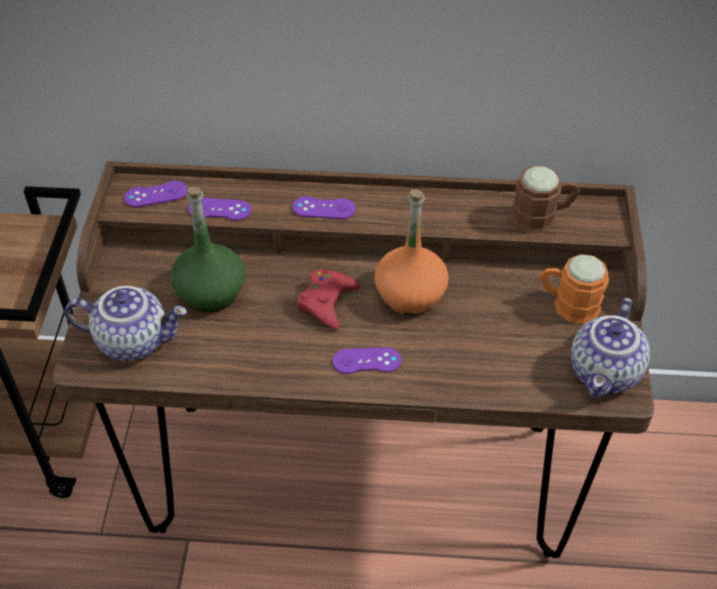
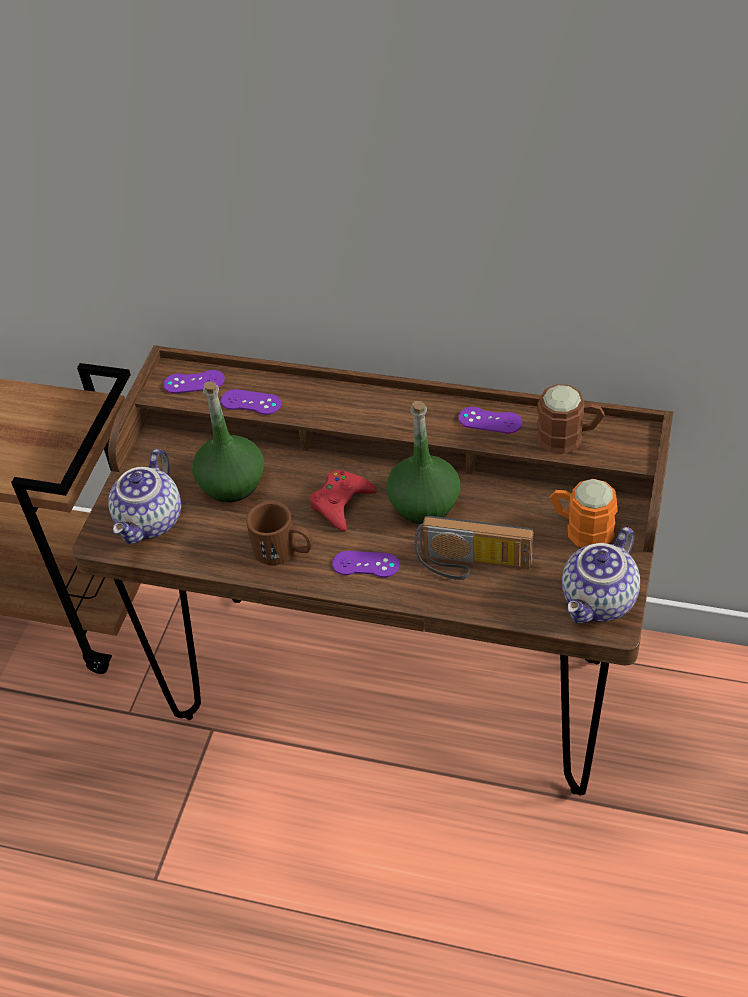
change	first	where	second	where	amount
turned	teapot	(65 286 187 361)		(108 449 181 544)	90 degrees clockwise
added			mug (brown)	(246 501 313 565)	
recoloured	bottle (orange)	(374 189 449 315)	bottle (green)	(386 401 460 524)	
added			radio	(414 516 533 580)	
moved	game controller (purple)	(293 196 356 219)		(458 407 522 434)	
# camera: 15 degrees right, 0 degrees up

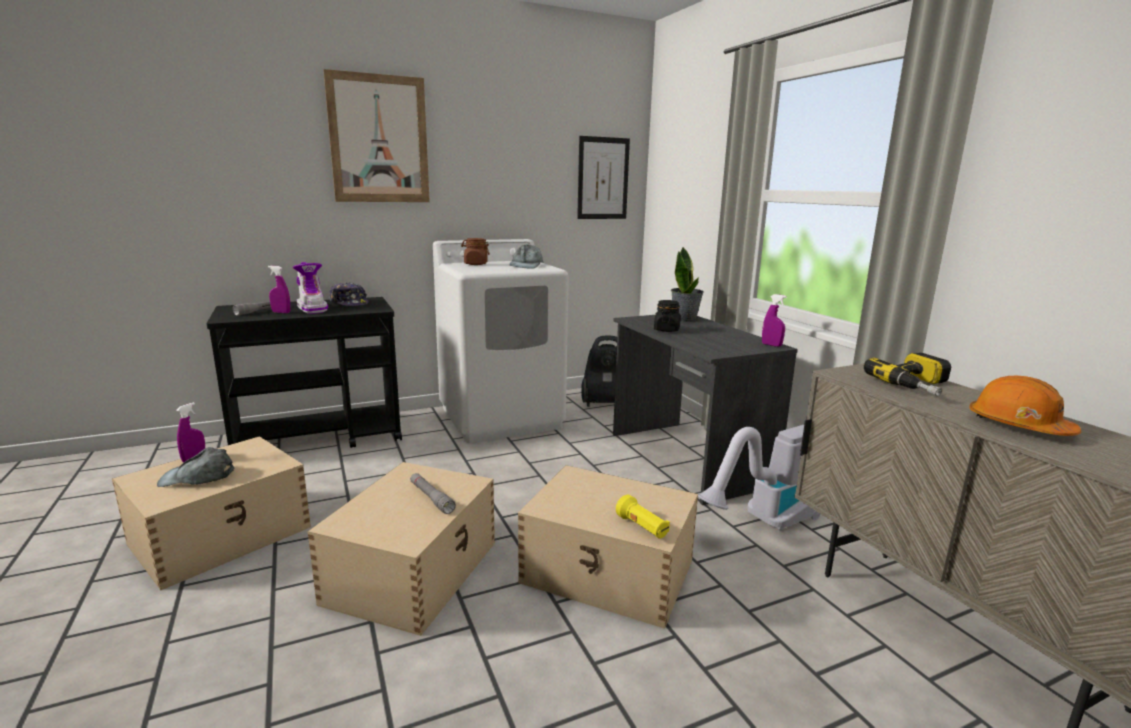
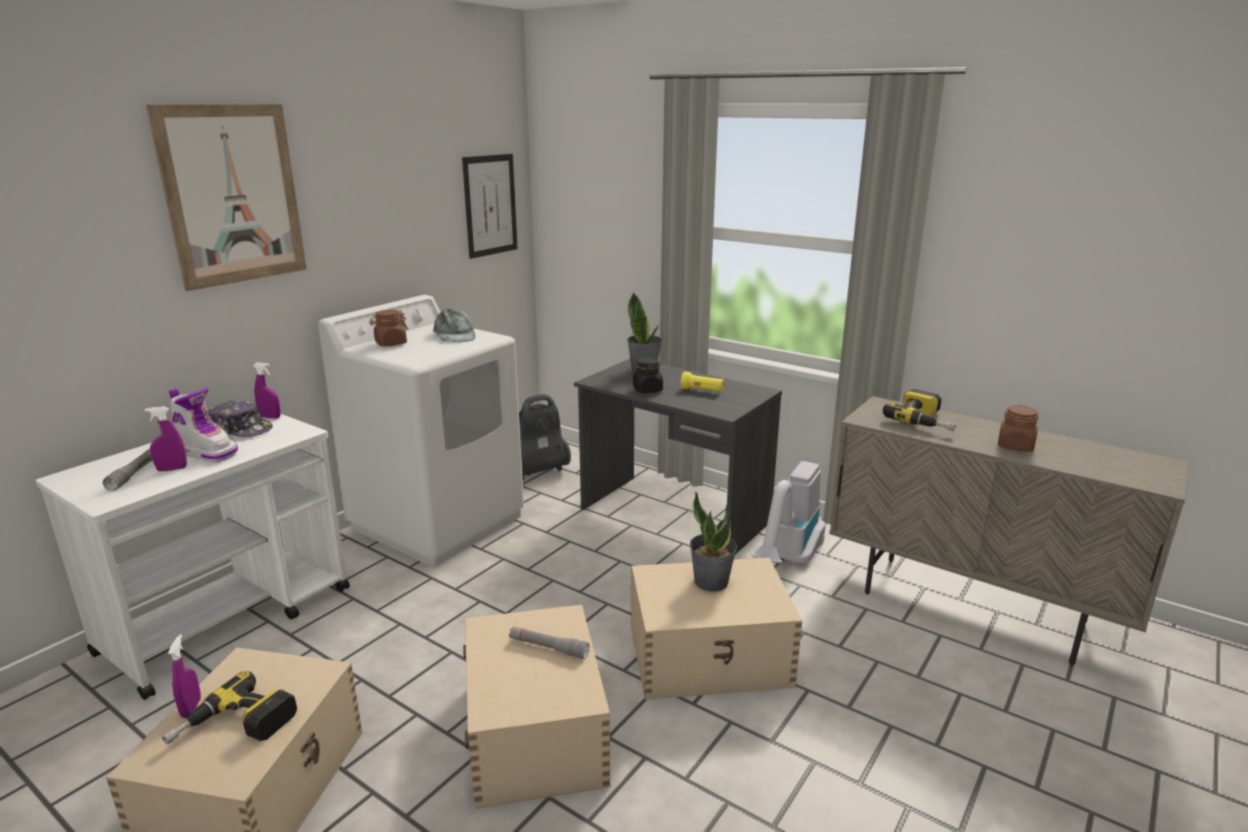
change	first	where	second	where	amount
recoloured	cart (black)	(206 297 402 448)	cart (white)	(35 414 350 700)	
replaced	cap (grey)	(157 447 234 487)	power drill	(162 671 297 744)	
moved	spray bottle (purple)	(762 294 787 347)		(253 363 281 419)	
moved	flashlight (yellow)	(616 495 670 539)		(681 372 724 392)	
added			potted plant	(690 491 737 592)	
replaced	hard hat (orange)	(969 375 1081 436)	jar (brown)	(998 405 1038 452)	
# camera: 30 degrees left, 5 degrees up

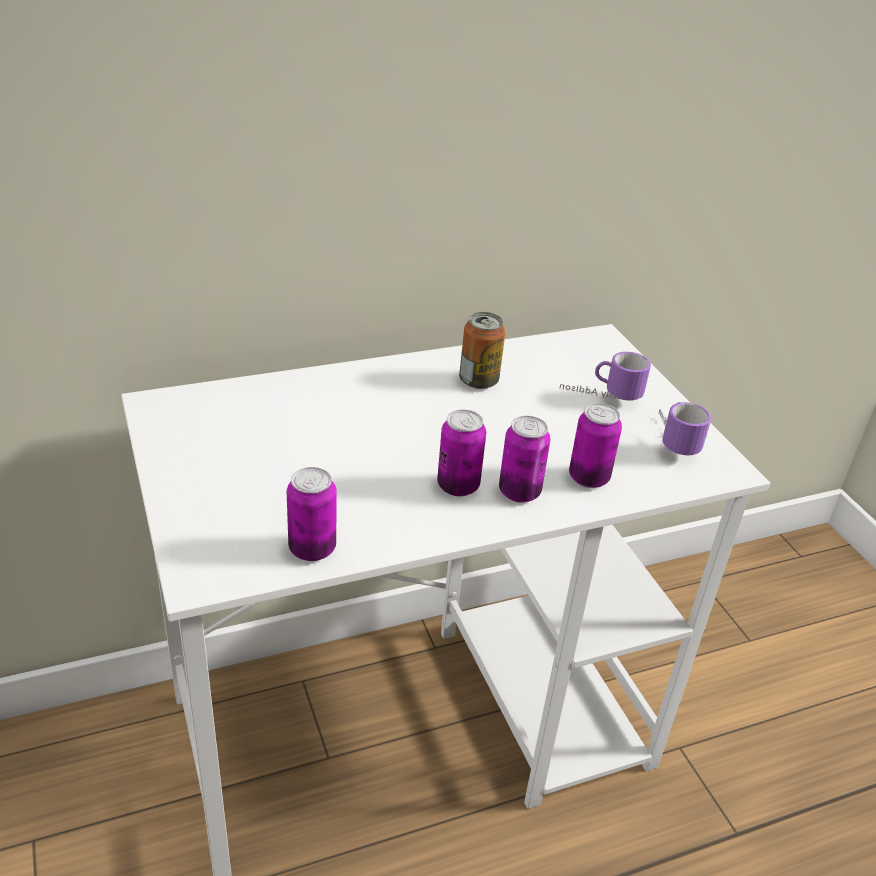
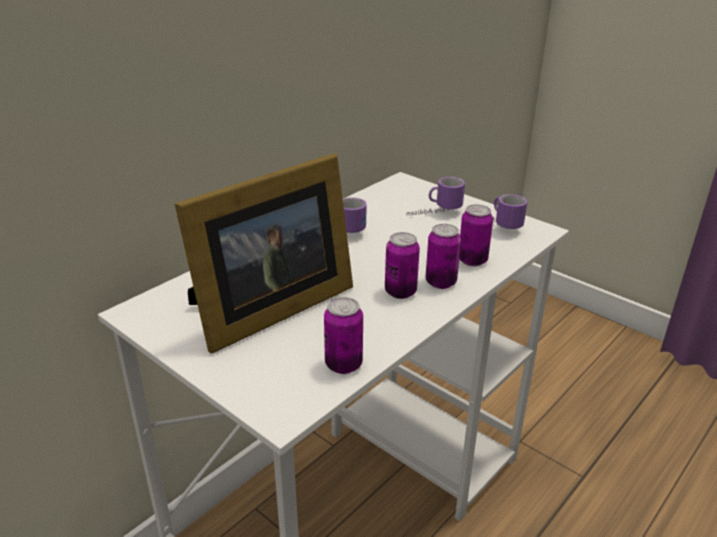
change	first	where	second	where	amount
added			picture frame	(174 154 353 354)	
replaced	can	(459 312 505 389)	mug	(343 197 367 233)	
# camera: 25 degrees left, 5 degrees down

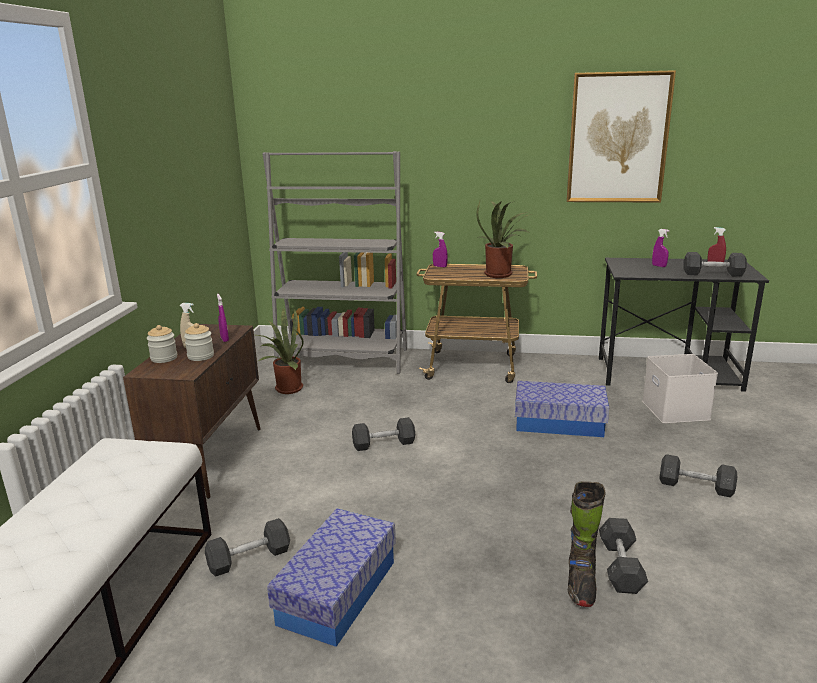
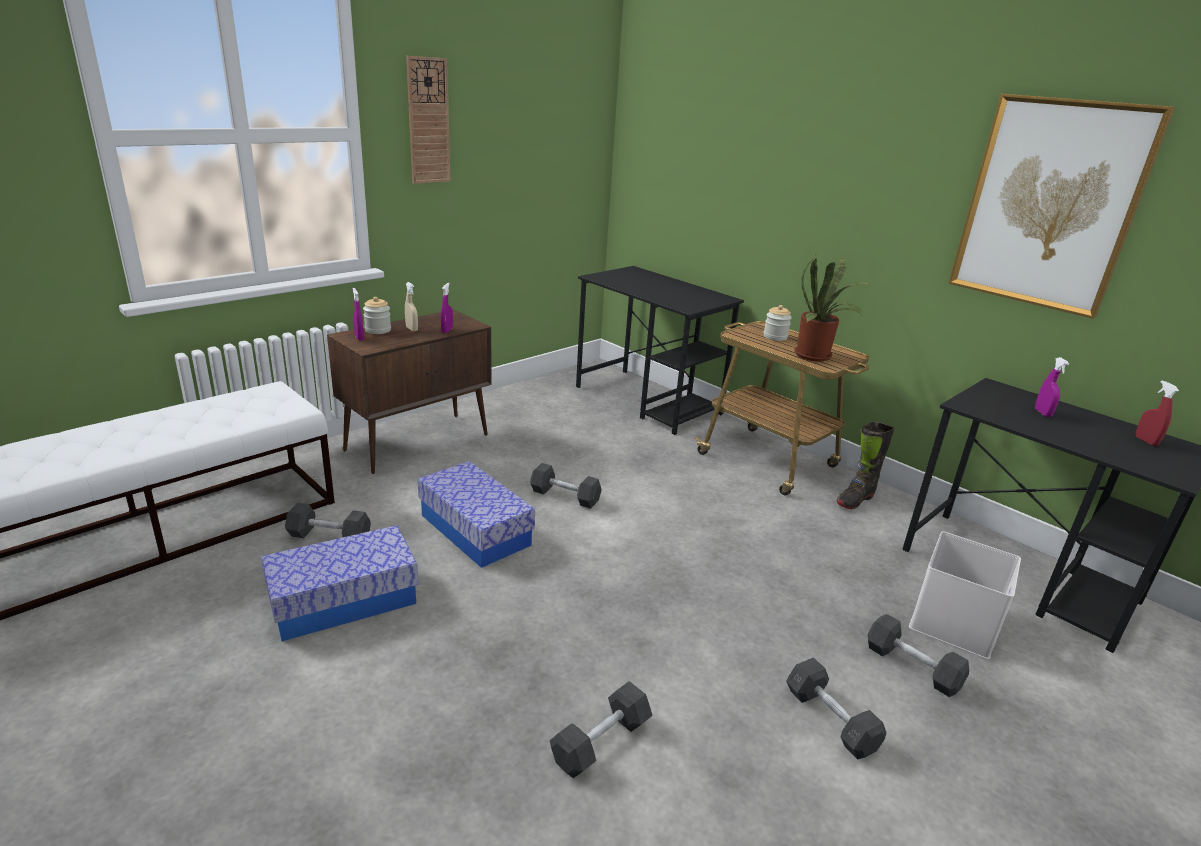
change	first	where	second	where	amount
moved	spray bottle (purple)	(433 232 448 267)		(353 288 364 341)	
added			wall clock	(406 56 450 184)	
moved	storage box	(515 381 609 437)		(418 461 535 568)	
replaced	bookcase (grey)	(262 151 407 374)	desk (black)	(576 266 744 435)	
moved	jar	(184 323 214 361)		(764 305 792 341)	
moved	boot (black)	(568 481 606 607)		(837 421 895 509)	
moved	dumbbell (grey)	(683 252 747 277)		(868 614 969 697)	
removed	potted plant	(256 308 304 394)			
# camera: 35 degrees right, 5 degrees up

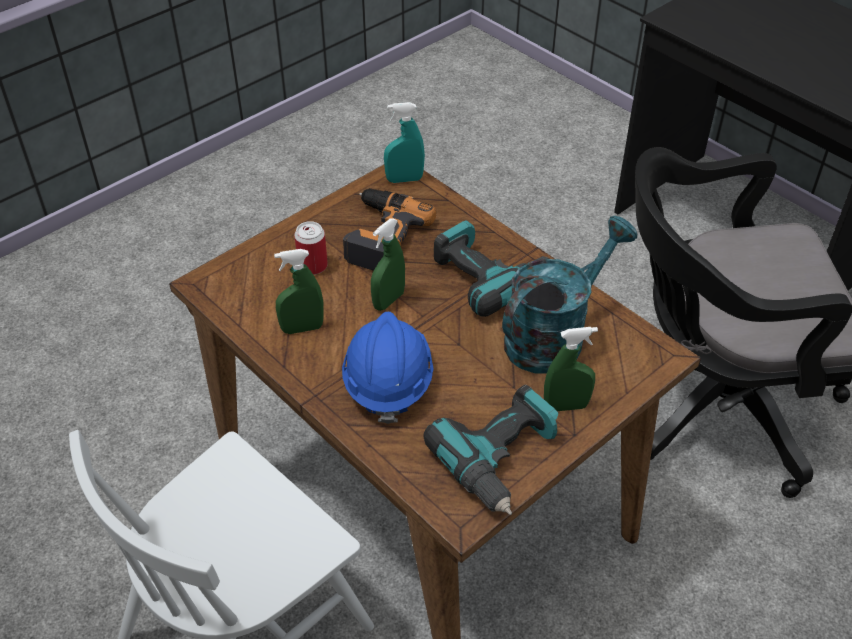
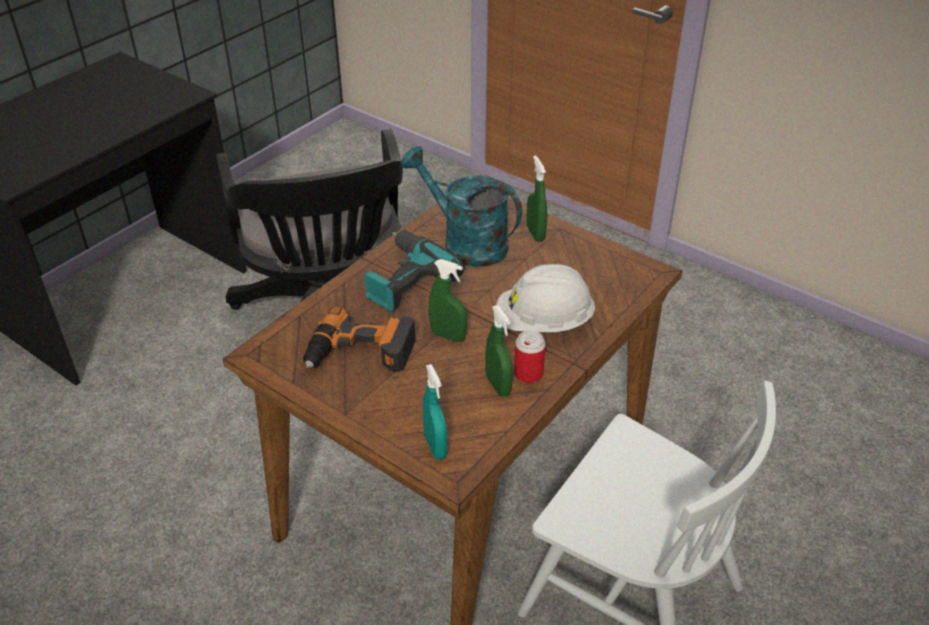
change	first	where	second	where	amount
moved	spray bottle (turquoise)	(384 102 425 183)		(423 364 448 460)	
recoloured	hard hat (blue)	(342 312 434 424)	hard hat (white)	(497 264 595 332)	
moved	can	(294 221 328 275)		(514 330 546 383)	
removed	power drill	(423 385 559 515)			
# camera: 100 degrees left, 5 degrees down

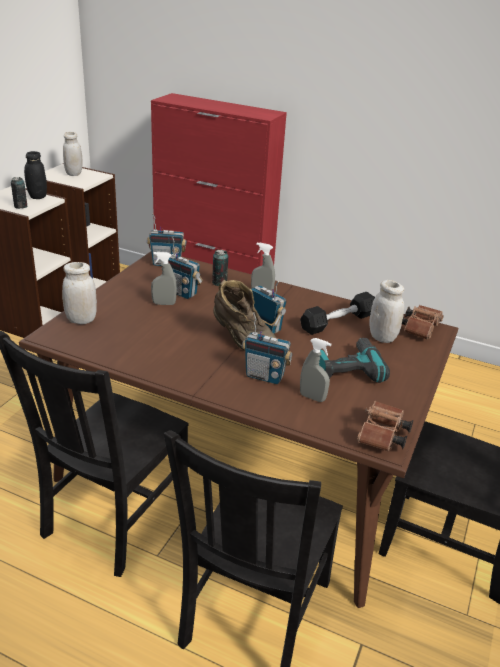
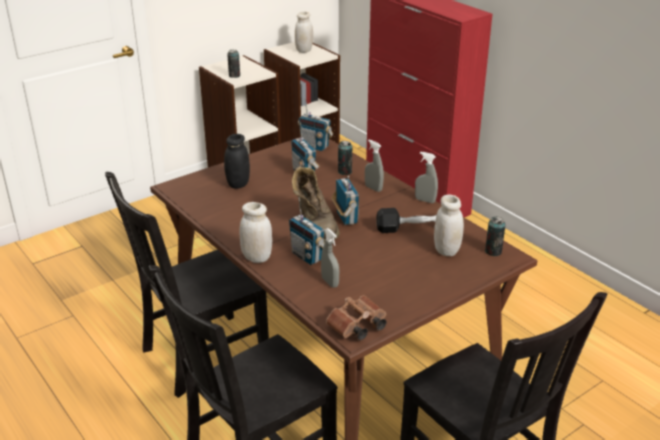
change	first	where	second	where	amount
moved	jar (black)	(24 151 47 199)		(224 134 250 189)	
moved	jar (white)	(62 262 97 324)		(240 202 272 263)	
moved	spray bottle (grey)	(151 252 177 305)		(415 152 438 203)	
replaced	binoculars (brown)	(402 305 444 340)	can	(485 216 505 256)	
removed	power drill	(319 338 390 383)			
# camera: 30 degrees right, 0 degrees up

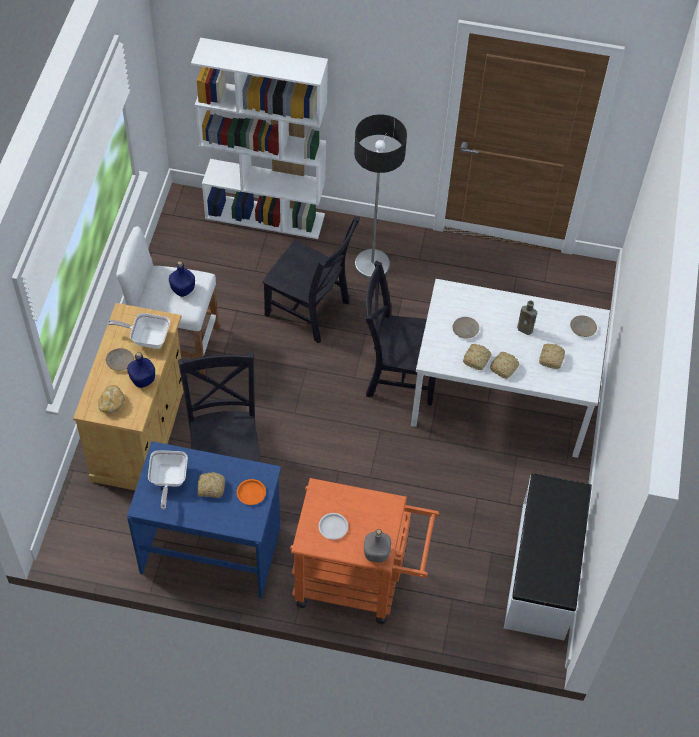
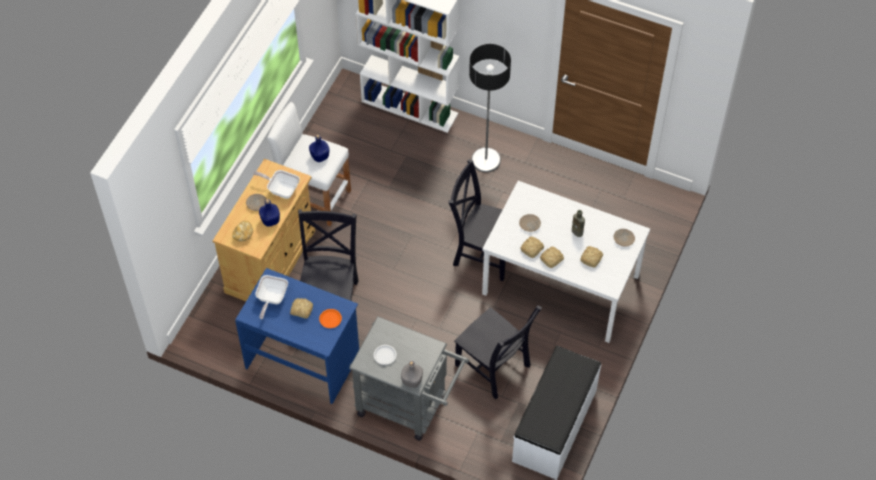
change	first	where	second	where	amount
recoloured	cart (orange)	(290 478 439 624)	cart (grey)	(349 316 469 441)	
moved	chair (black)	(262 217 360 344)		(454 305 542 399)	
# camera: 15 degrees right, 0 degrees up

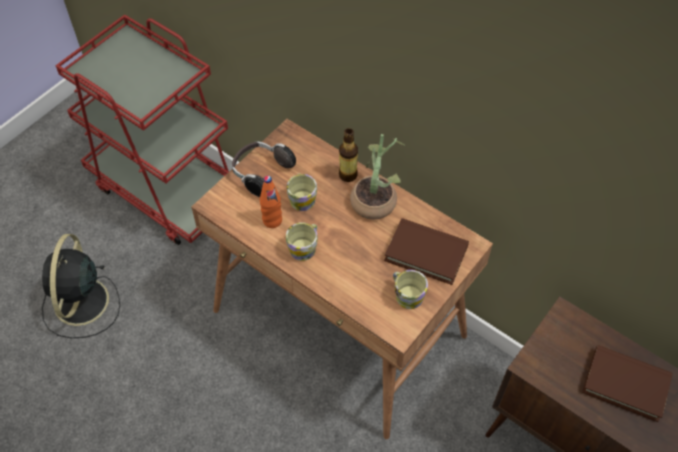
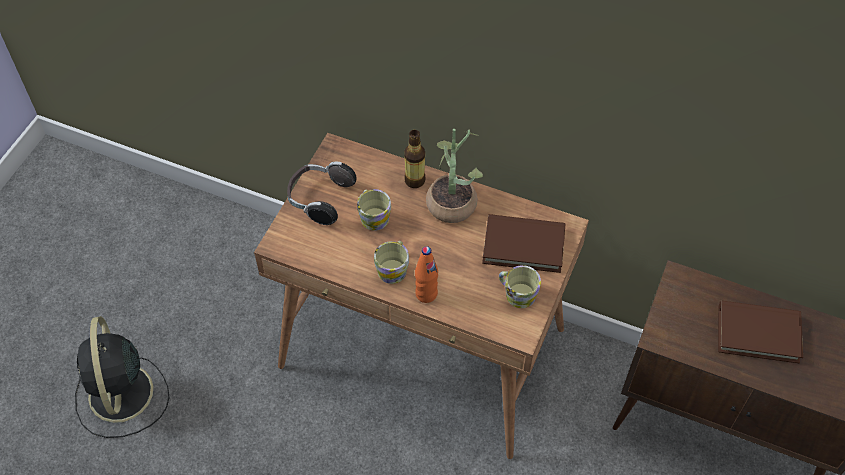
change	first	where	second	where	amount
moved	bottle (orange)	(260 176 282 228)		(415 246 438 303)	
removed	cart (red)	(55 15 229 245)			
# camera: 15 degrees left, 0 degrees up

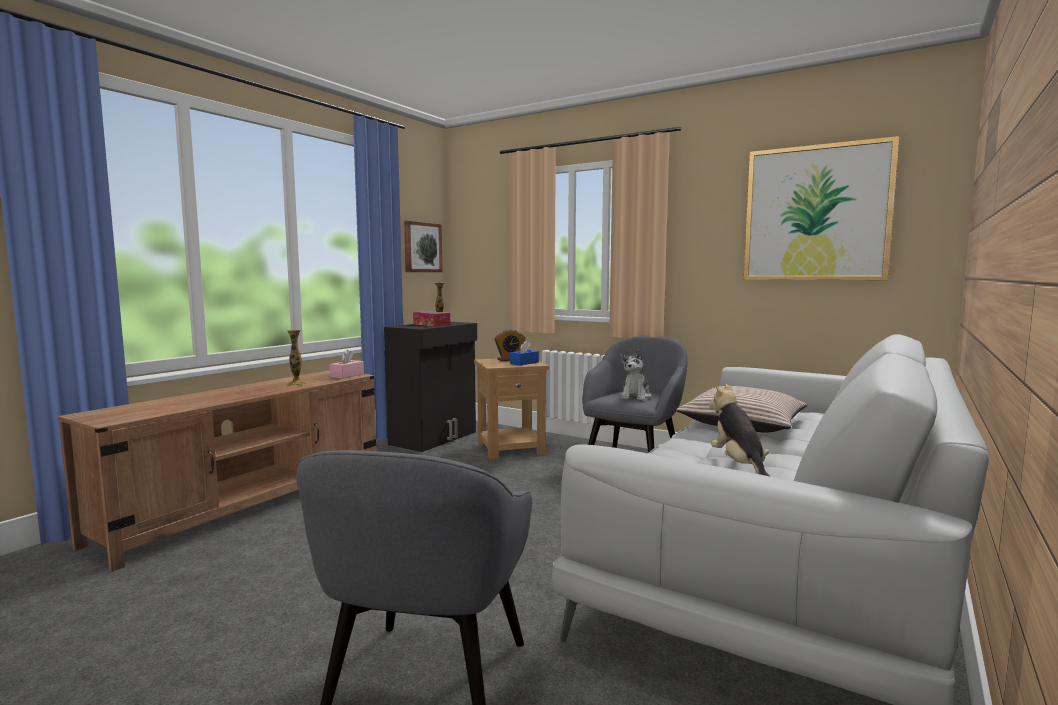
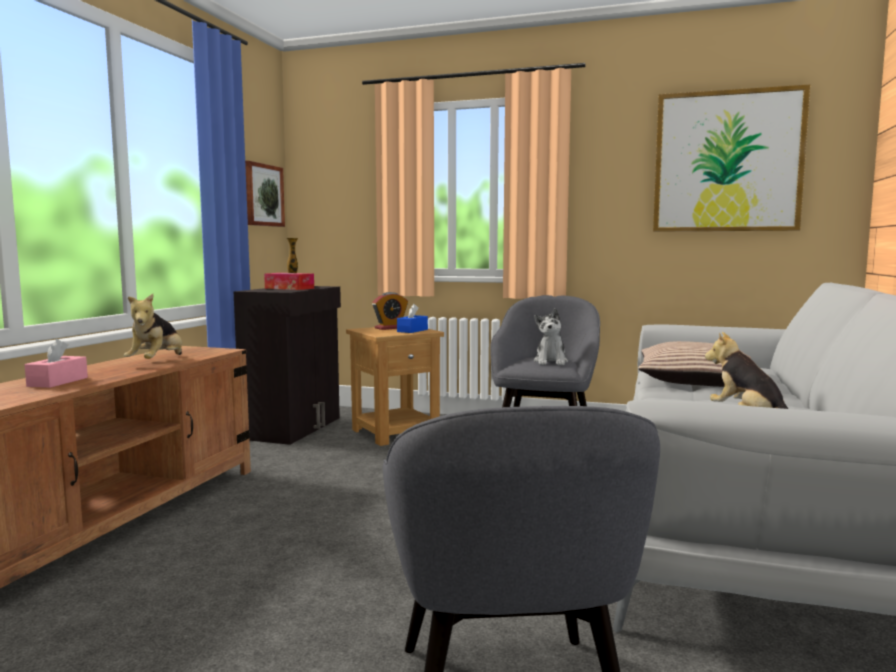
change	first	where	second	where	amount
moved	tissue box (pink)	(330 350 364 379)		(24 339 88 388)	
replaced	vase	(286 330 307 386)	plush toy	(124 294 182 359)	
# camera: 15 degrees left, 0 degrees up

